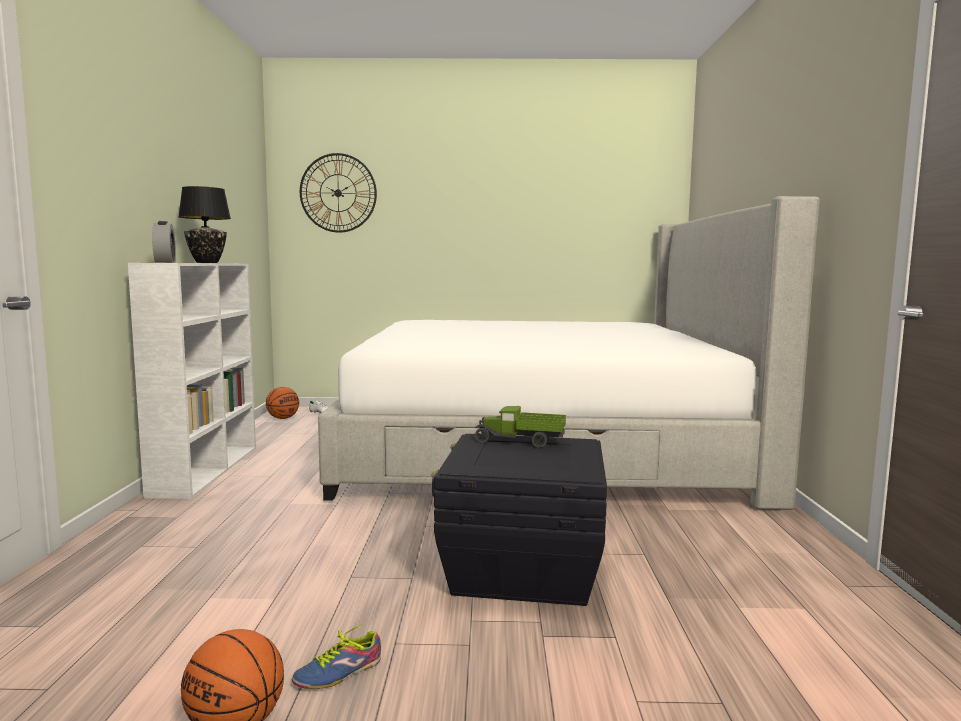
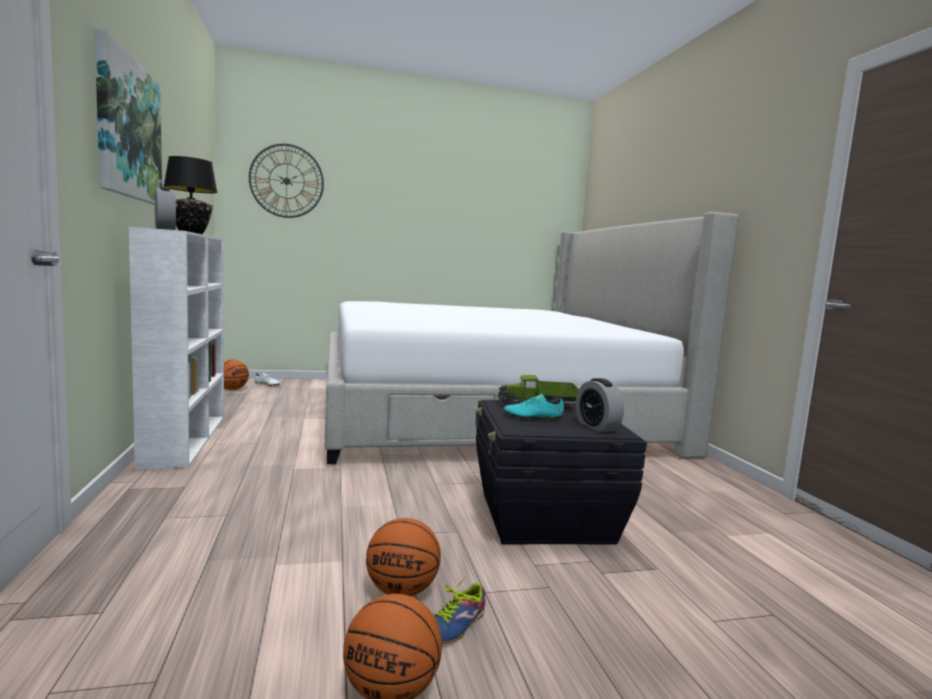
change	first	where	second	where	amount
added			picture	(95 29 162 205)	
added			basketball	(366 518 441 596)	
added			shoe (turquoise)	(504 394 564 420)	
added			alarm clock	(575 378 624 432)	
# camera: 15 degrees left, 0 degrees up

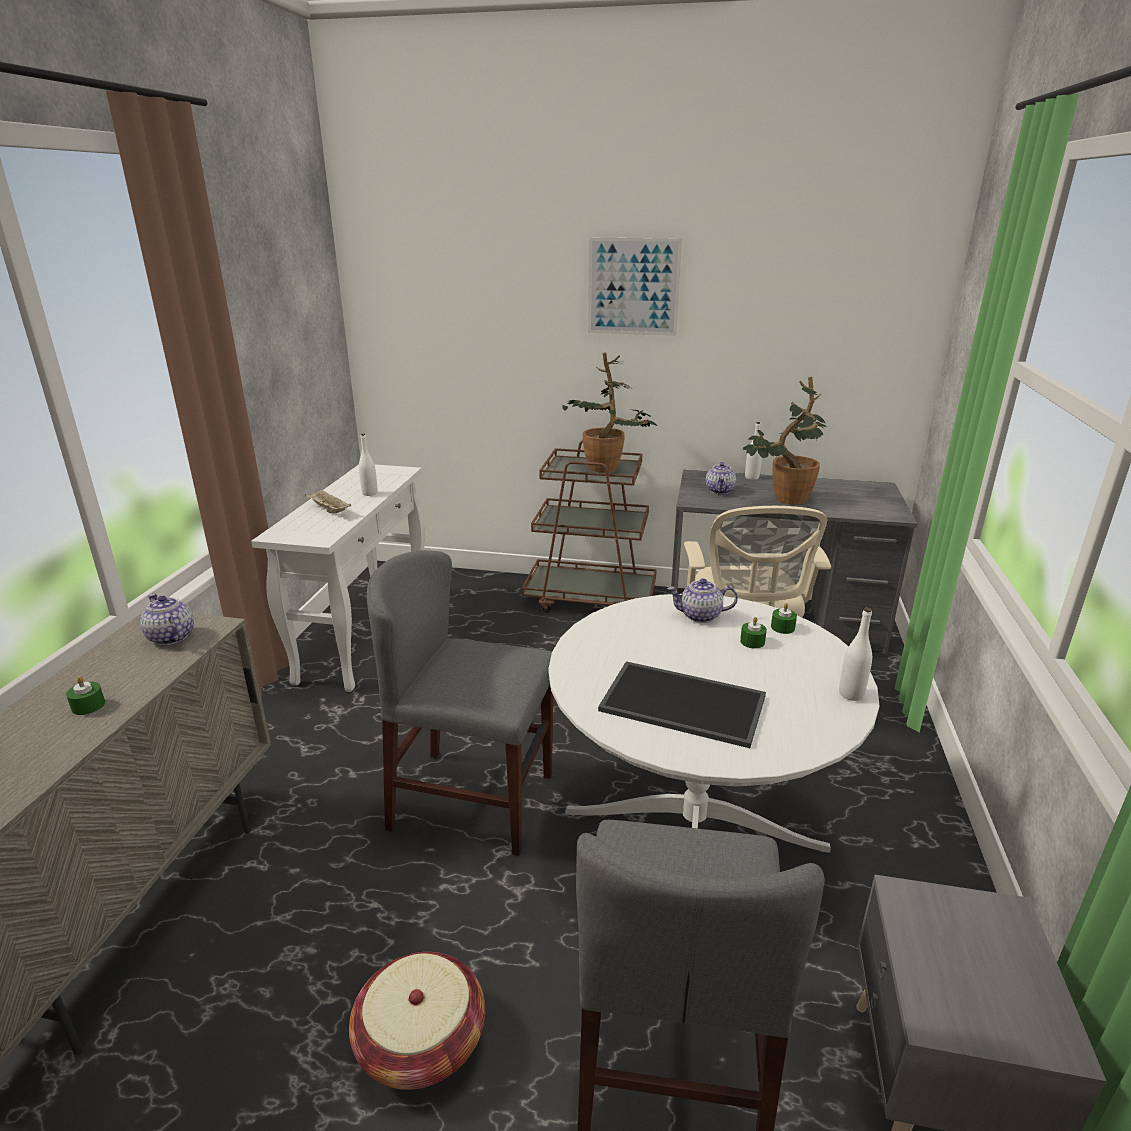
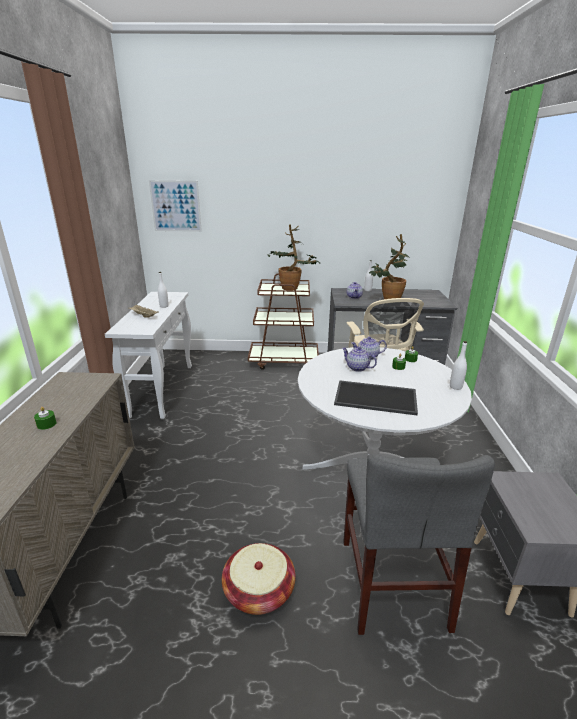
change	first	where	second	where	amount
moved	picture	(588 238 682 336)		(149 180 202 232)	
moved	teapot	(140 594 194 645)		(342 347 377 372)	
removed	chair (grey)	(367 550 553 856)			
# camera: 10 degrees left, 0 degrees up

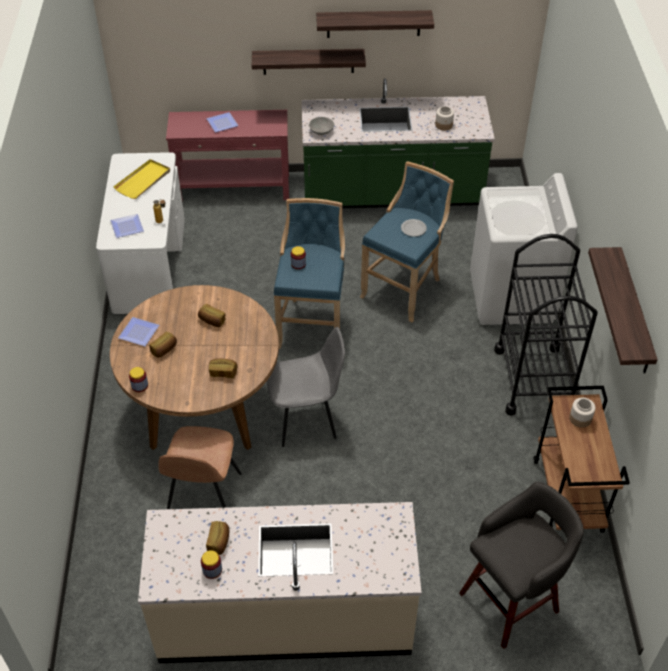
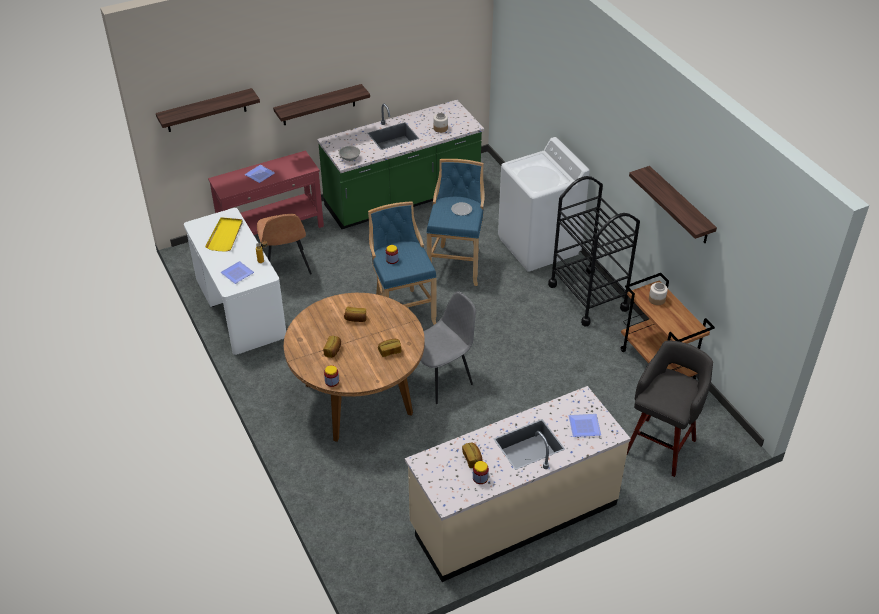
change	first	where	second	where	amount
moved	shelf	(316 10 434 38)		(156 88 260 132)	
moved	chair (brown)	(158 426 242 509)		(257 214 312 274)	
moved	plate	(118 317 159 346)		(568 414 601 437)	
# camera: 25 degrees left, 5 degrees down

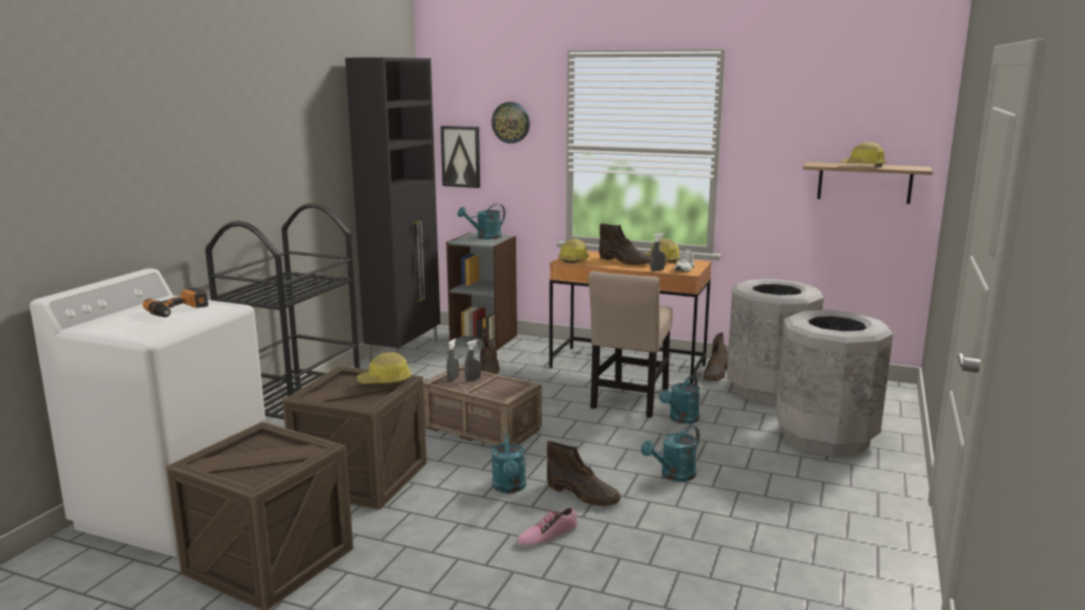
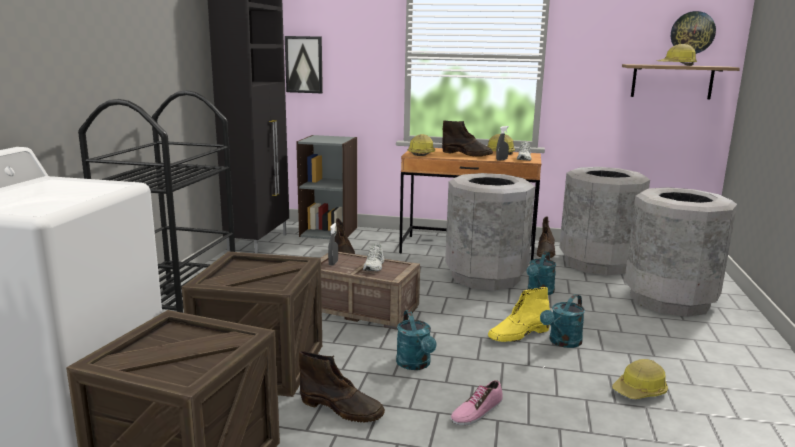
change	first	where	second	where	amount
moved	boot (brown)	(547 441 621 506)		(299 351 385 423)	
added			shoe (white)	(363 243 385 271)	
replaced	chair (beige)	(588 271 673 418)	trash can (grey)	(445 173 535 291)	
added			boot (yellow)	(488 287 550 342)	
moved	hard hat	(357 352 412 384)		(612 359 668 399)	
moved	wall clock	(491 102 530 144)		(671 11 716 54)	
removed	power drill	(143 287 208 317)			
removed	watering can (turquoise)	(457 204 505 239)			
removed	spray bottle (grey)	(465 340 481 382)			
# camera: 10 degrees left, 0 degrees up

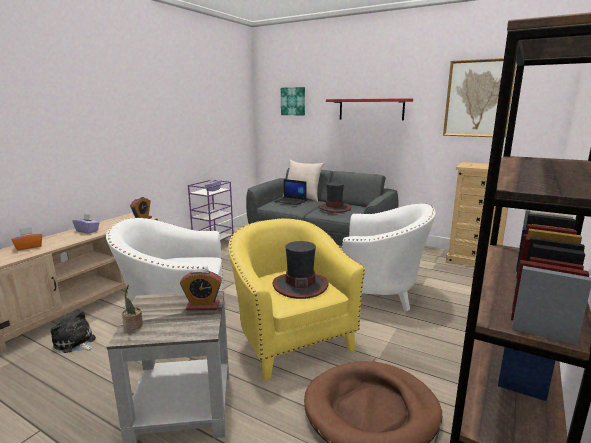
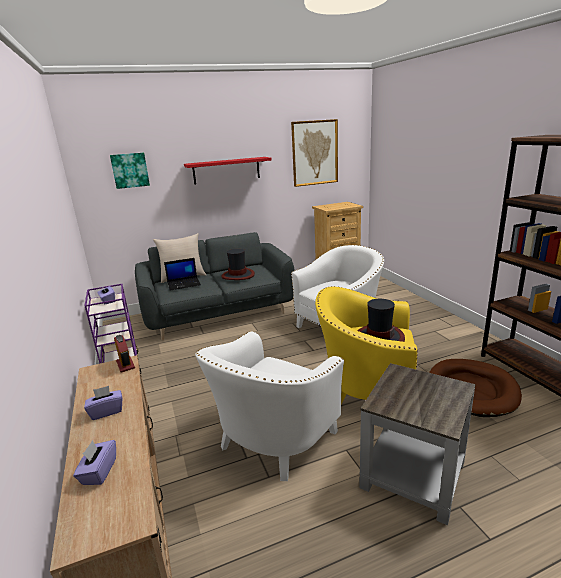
change	first	where	second	where	amount
recoloured	tissue box (orange)	(11 227 42 251)	tissue box (purple)	(73 440 116 485)	
removed	plush toy	(51 311 96 353)			
removed	potted plant	(122 285 143 330)			
removed	alarm clock	(180 269 222 310)			
# camera: 50 degrees left, 5 degrees up

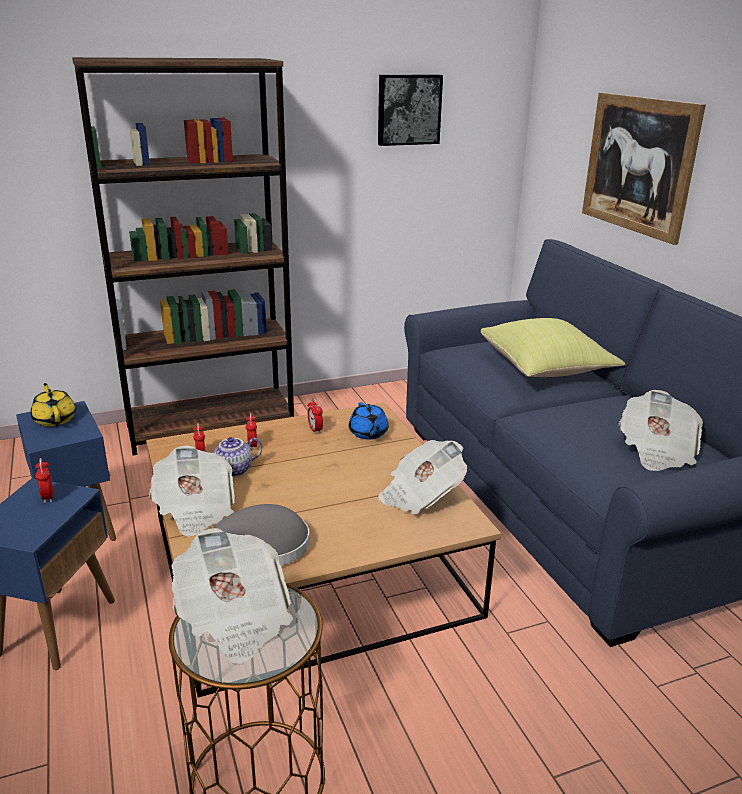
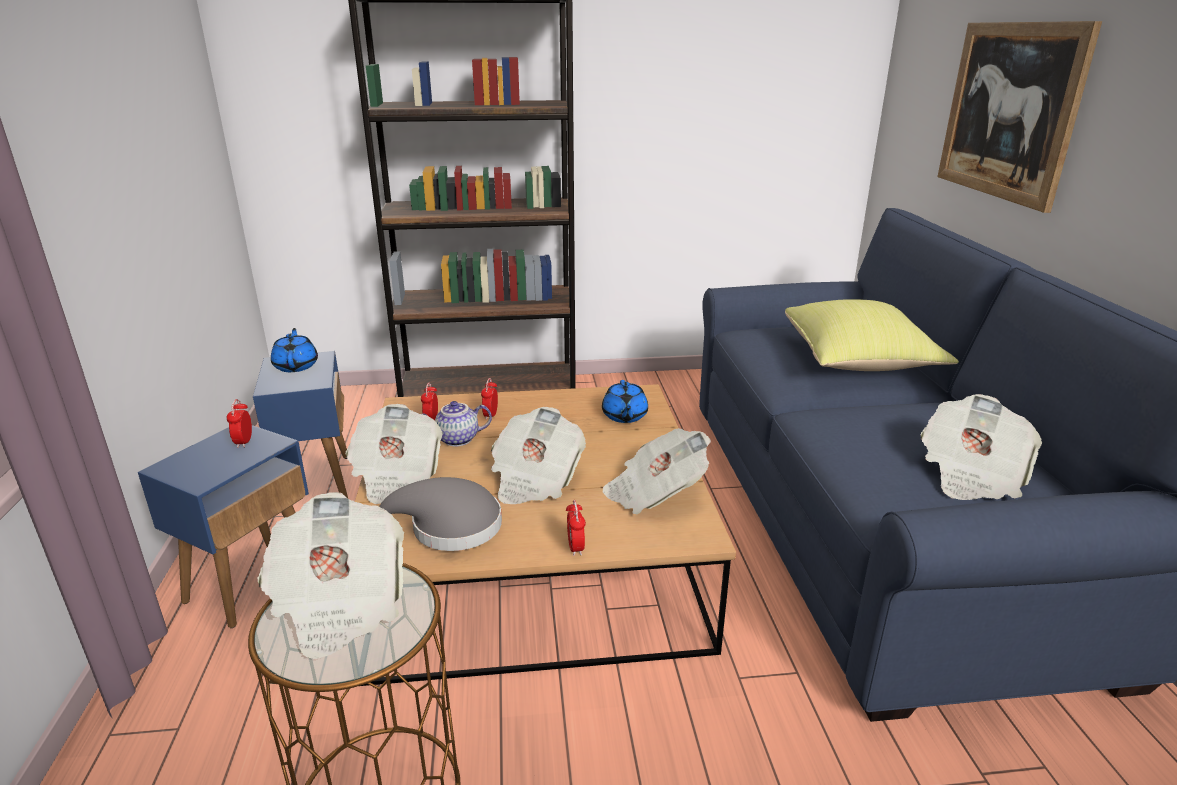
change	first	where	second	where	amount
recoloured	teapot (yellow)	(31 383 76 426)	teapot (blue)	(271 328 318 372)	
added			newspaper	(491 407 586 504)	
moved	alarm clock	(308 398 323 434)		(566 500 586 556)	
removed	picture	(378 75 443 146)			
# camera: 15 degrees right, 0 degrees up

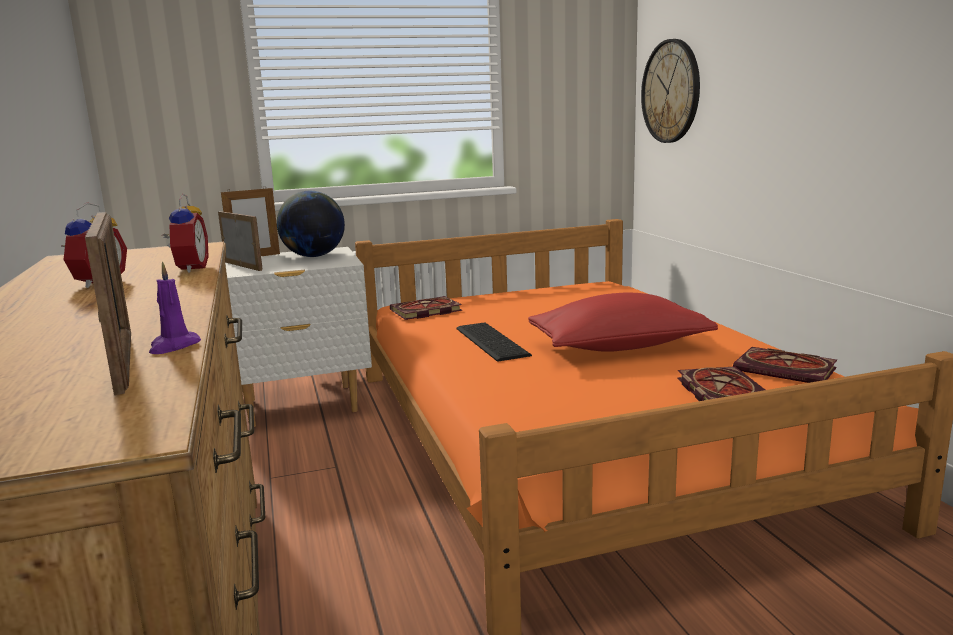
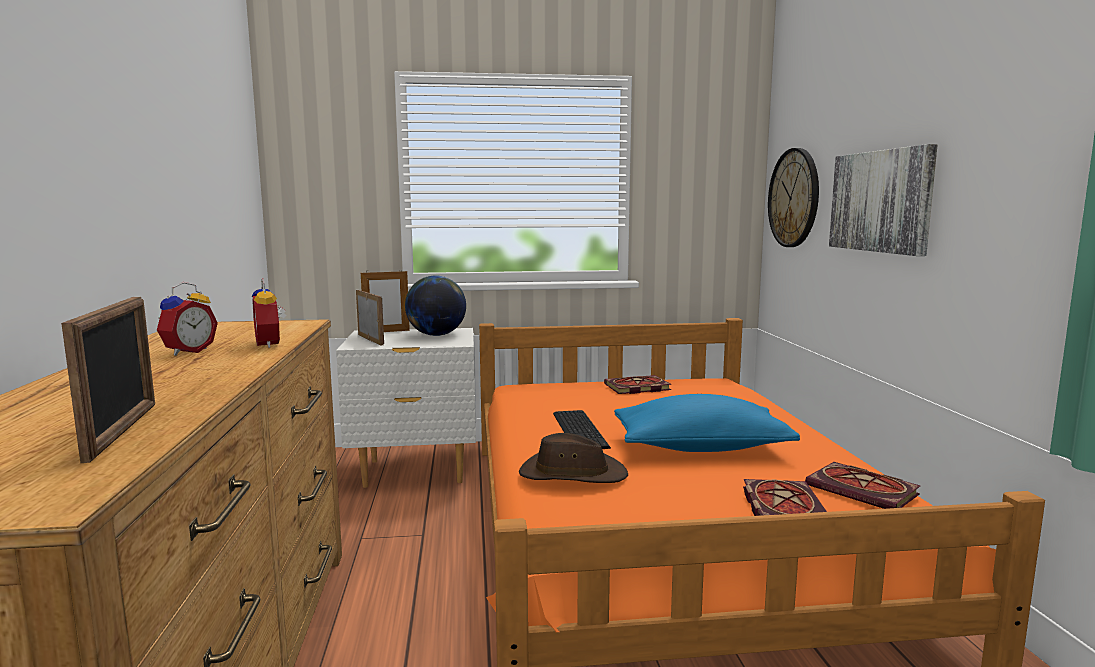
change	first	where	second	where	amount
turned	alarm clock	(162 194 209 273)		(252 278 287 348)	150 degrees clockwise
added			hat (brown)	(519 433 628 483)	
moved	book	(390 296 462 320)		(604 375 671 394)	
recoloured	pillow (red)	(528 292 718 352)	pillow (blue)	(614 394 800 452)	
added			picture	(829 144 938 256)	
removed	candle (purple)	(149 262 201 354)			
# camera: 10 degrees right, 5 degrees down

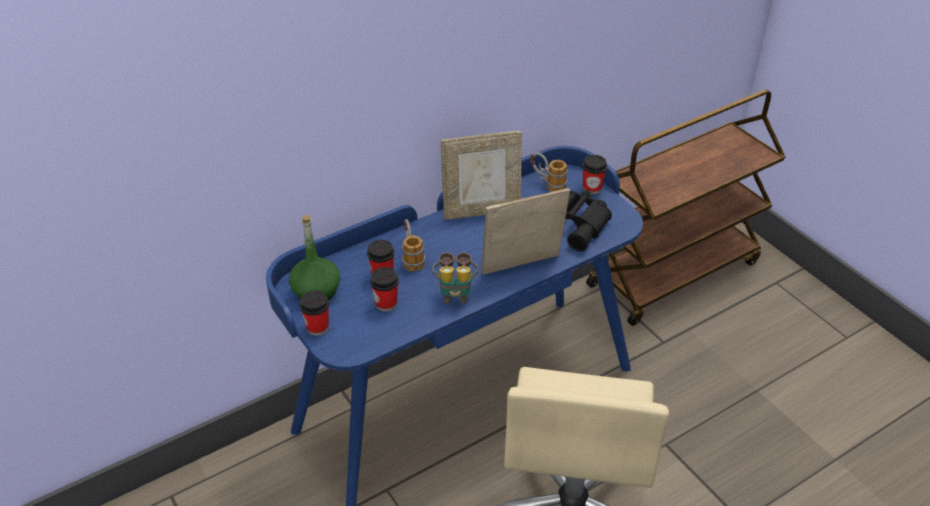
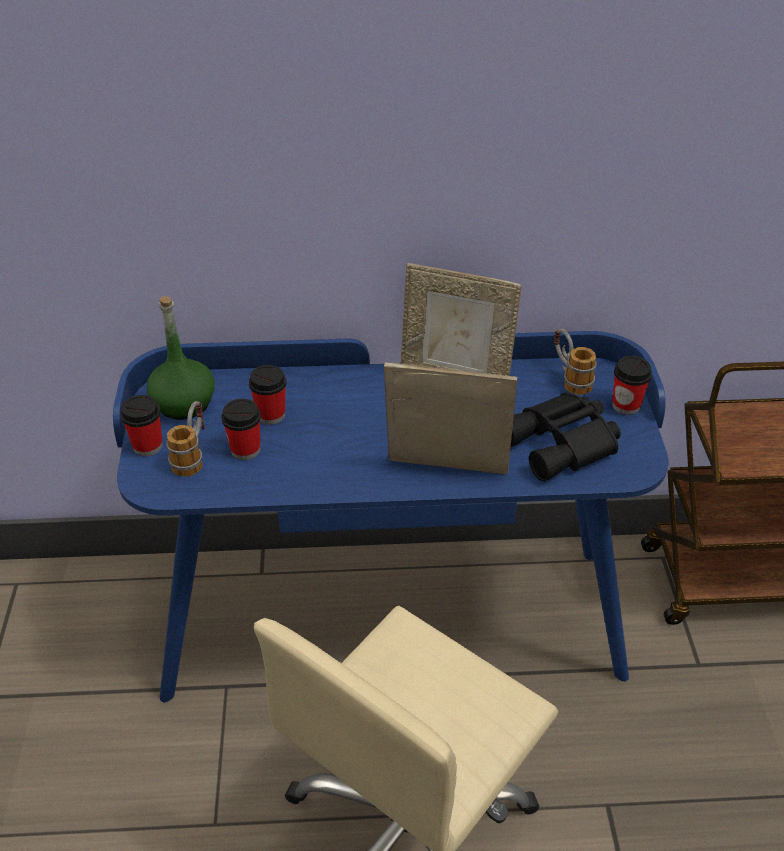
change	first	where	second	where	amount
moved	mug	(402 219 425 271)		(166 401 205 477)	
removed	binoculars	(433 252 478 303)			
# camera: 30 degrees right, 0 degrees up

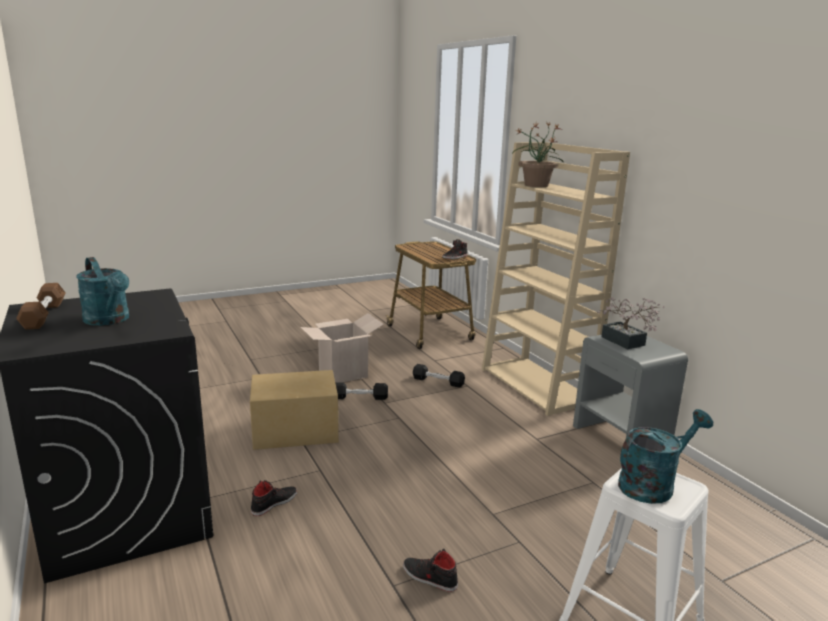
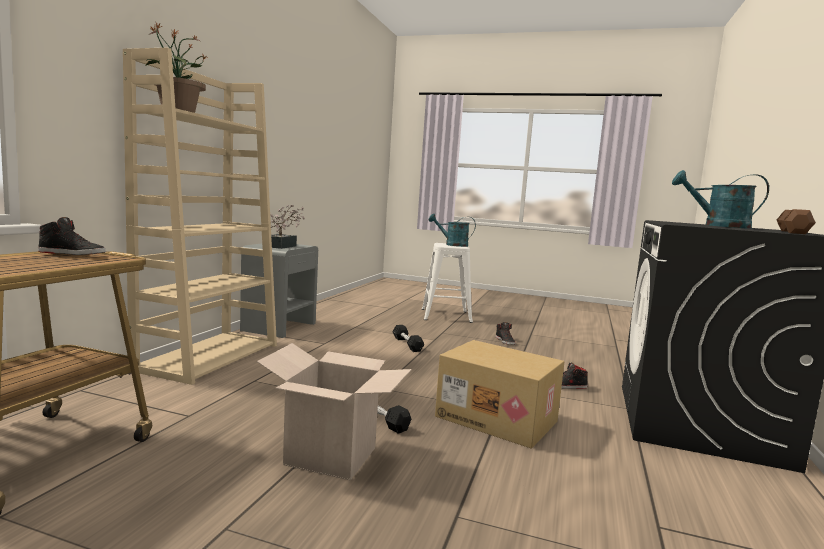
change	first	where	second	where	amount
moved	dumbbell (black)	(413 364 465 388)		(393 325 424 352)	
turned	watering can (turquoise)	(76 257 129 326)		(672 170 769 229)	75 degrees counterclockwise
# camera: 135 degrees left, 10 degrees down

